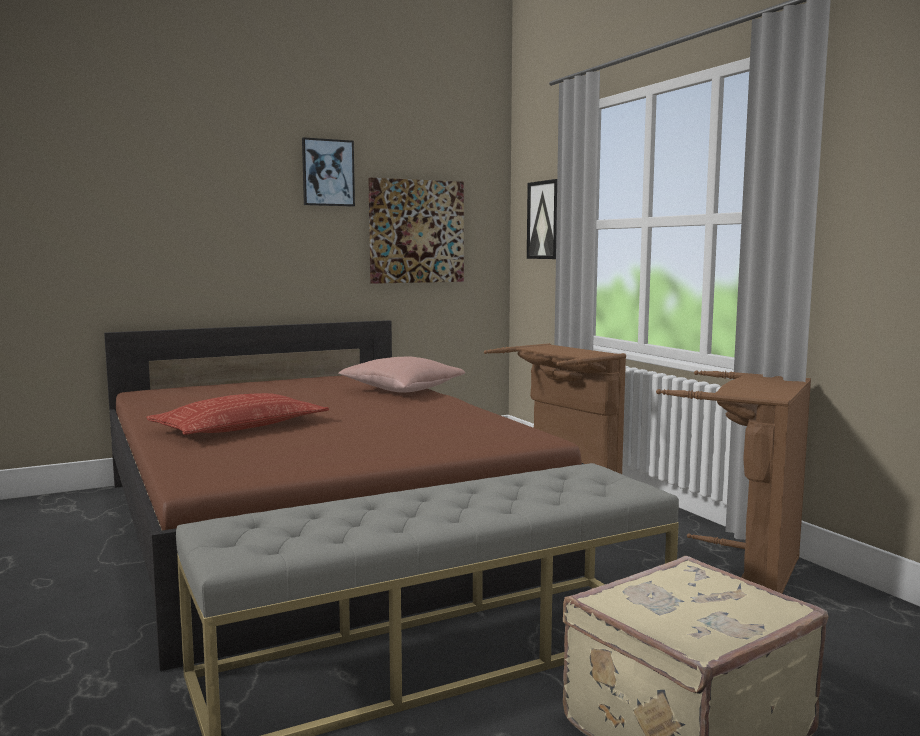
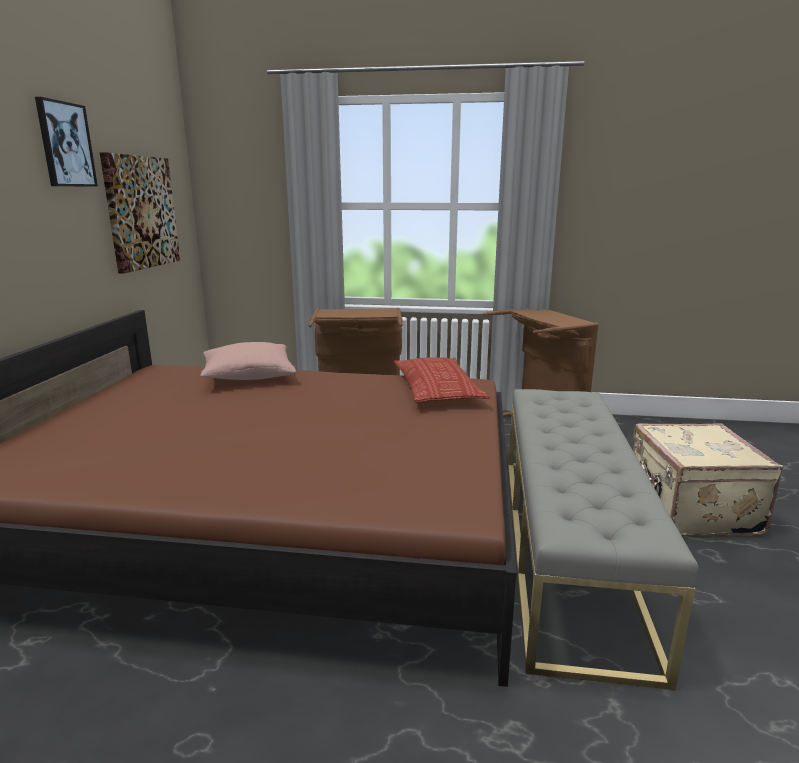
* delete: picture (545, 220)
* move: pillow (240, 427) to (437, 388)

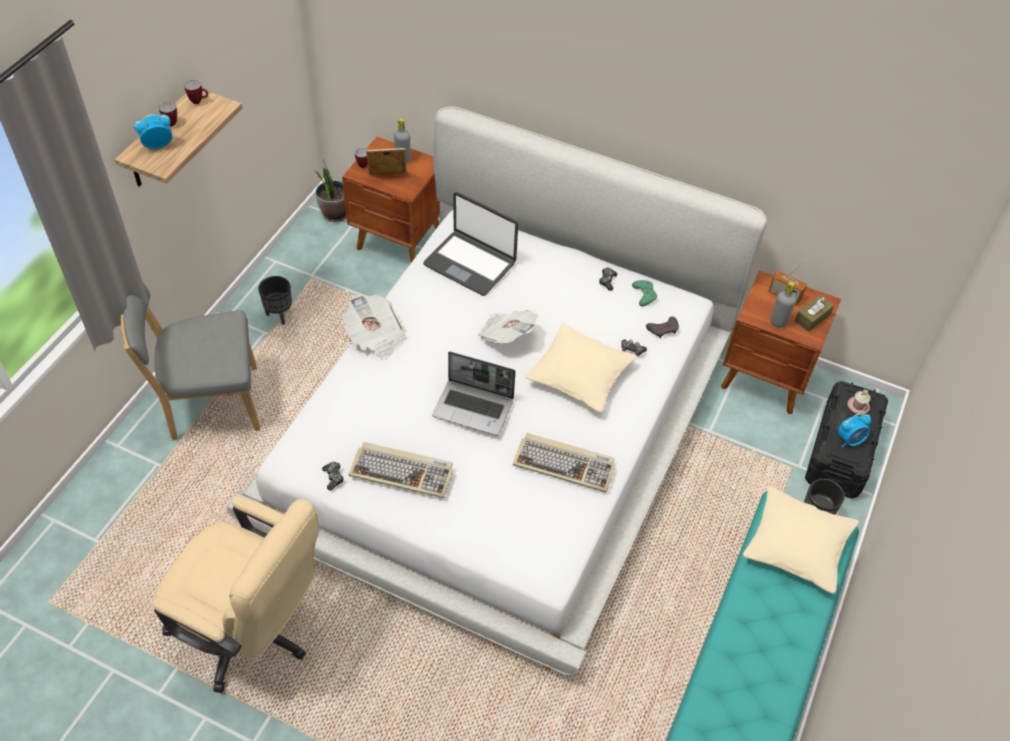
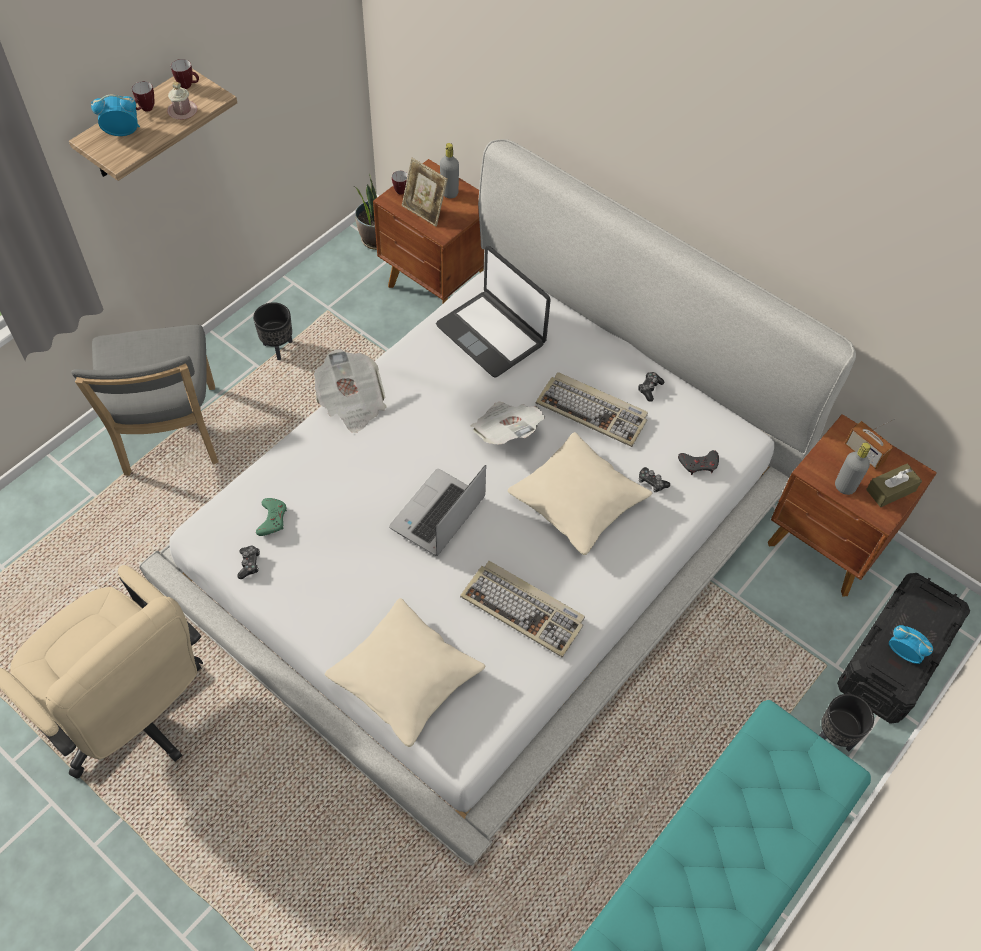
* rotate: picture frame (387, 178) = (424, 211) 150 degrees counterclockwise
* move: game controller (green) (644, 294) to (272, 519)
* rotate: chair (grey) (209, 404) = (170, 436) 105 degrees counterclockwise
* rotate: laptop (474, 408) = (438, 515) 90 degrees clockwise
* move: mug (pink) (858, 406) to (182, 111)
* rotate: alarm clock (850, 440) = (903, 652) 135 degrees counterclockwise
* move: keyboard (403, 471) to (593, 411)
* move: pillow (beige) (797, 546) to (405, 678)

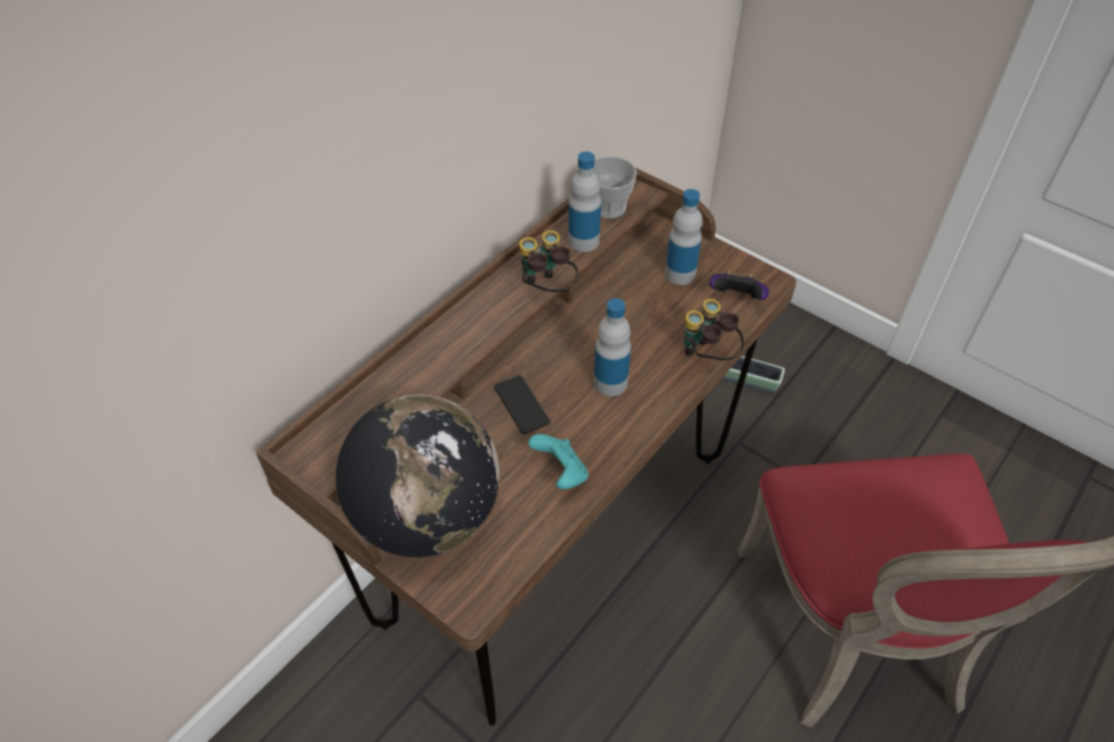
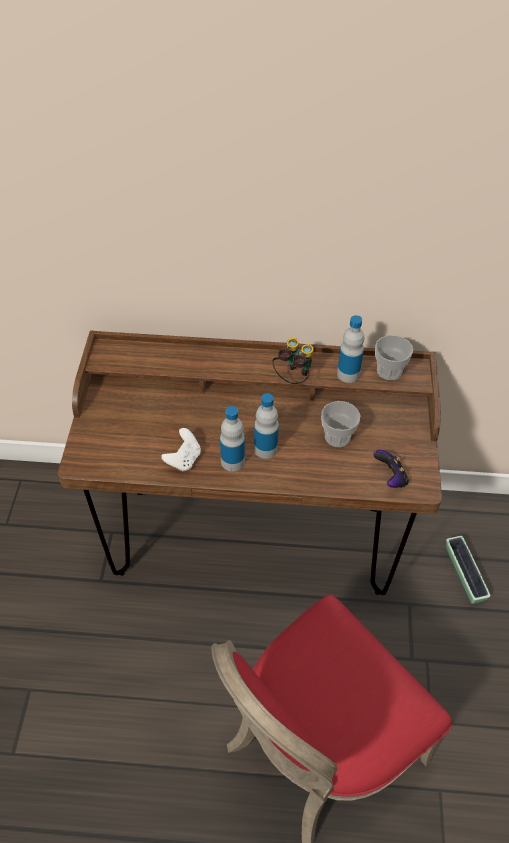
* move: bottle (680, 274) to (232, 461)
* delete: binoculars (707, 357)
* delete: phone (522, 405)
* delete: globe (428, 516)
* recolor: game controller (turquoise) (561, 473) to game controller (white) (184, 459)
* insert: cup (337, 437)

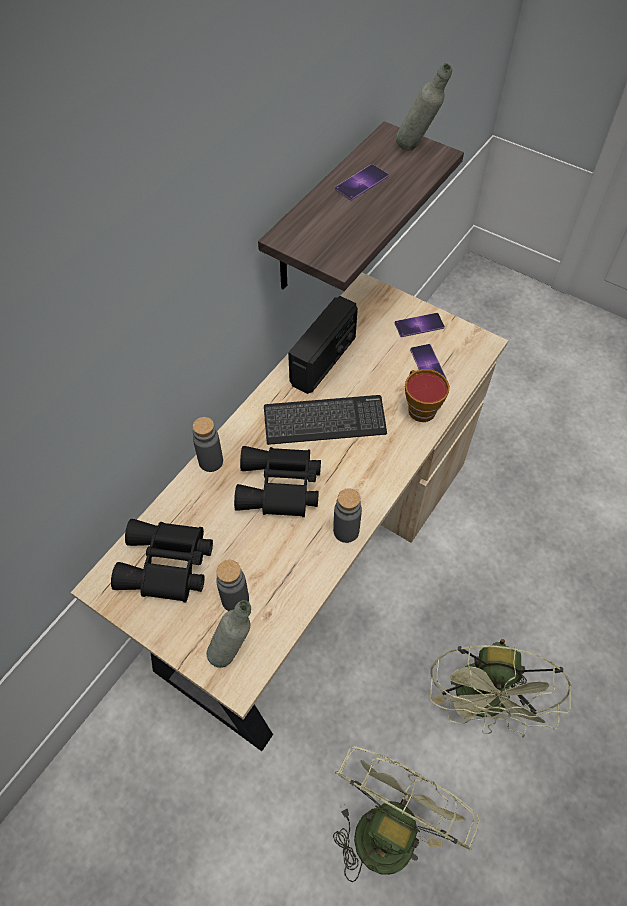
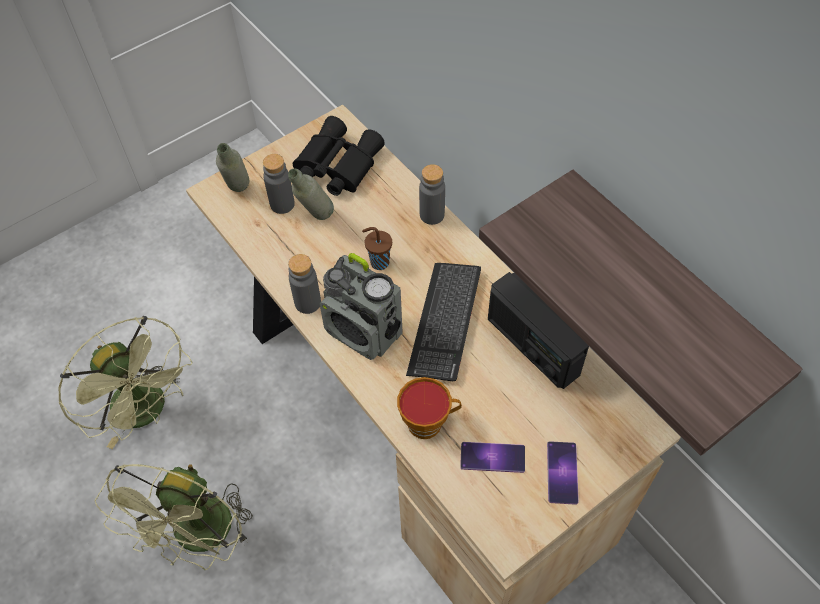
* move: bottle (grey) (417, 149) to (315, 220)
* delete: phone (361, 182)
* replace: binoculars (black) (280, 488) to cup (brown) (378, 262)
* rotate: fan (green) (483, 704) = (199, 538) 105 degrees counterclockwise
* insert: radio (364, 333)

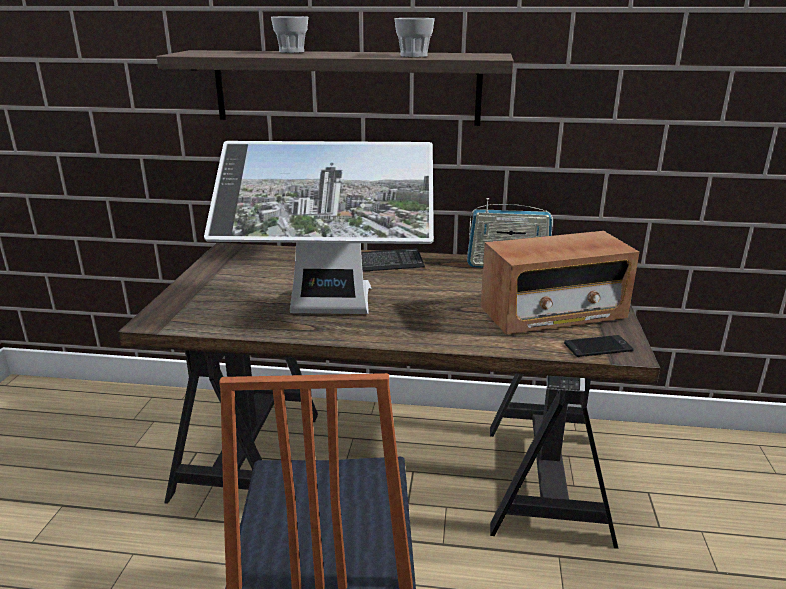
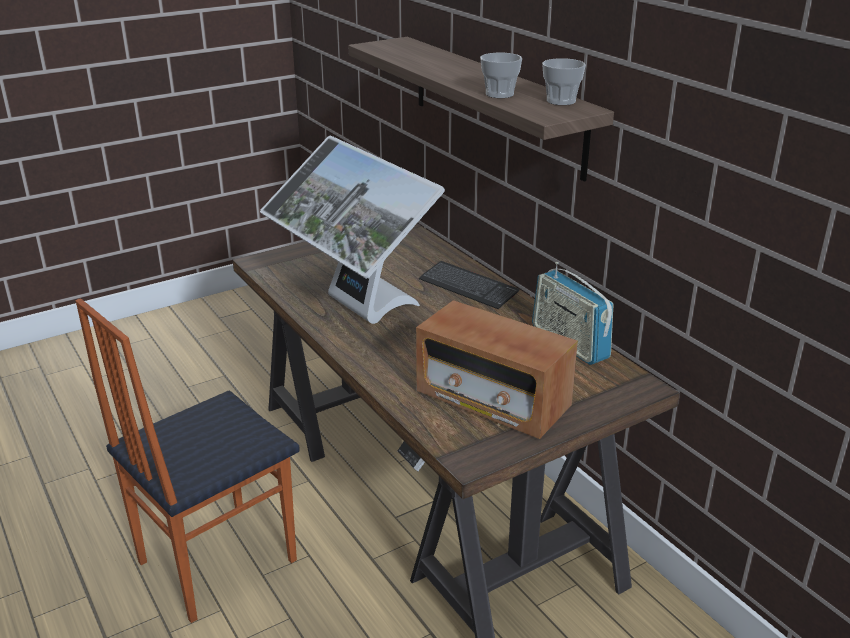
* move: cup (291, 52) to (561, 101)
* delete: phone (598, 347)

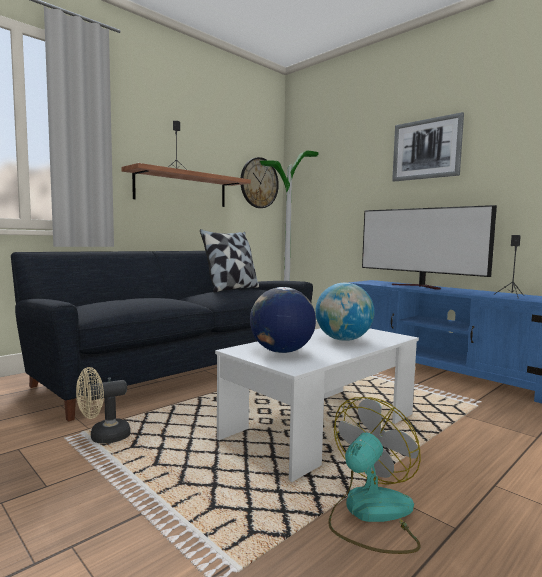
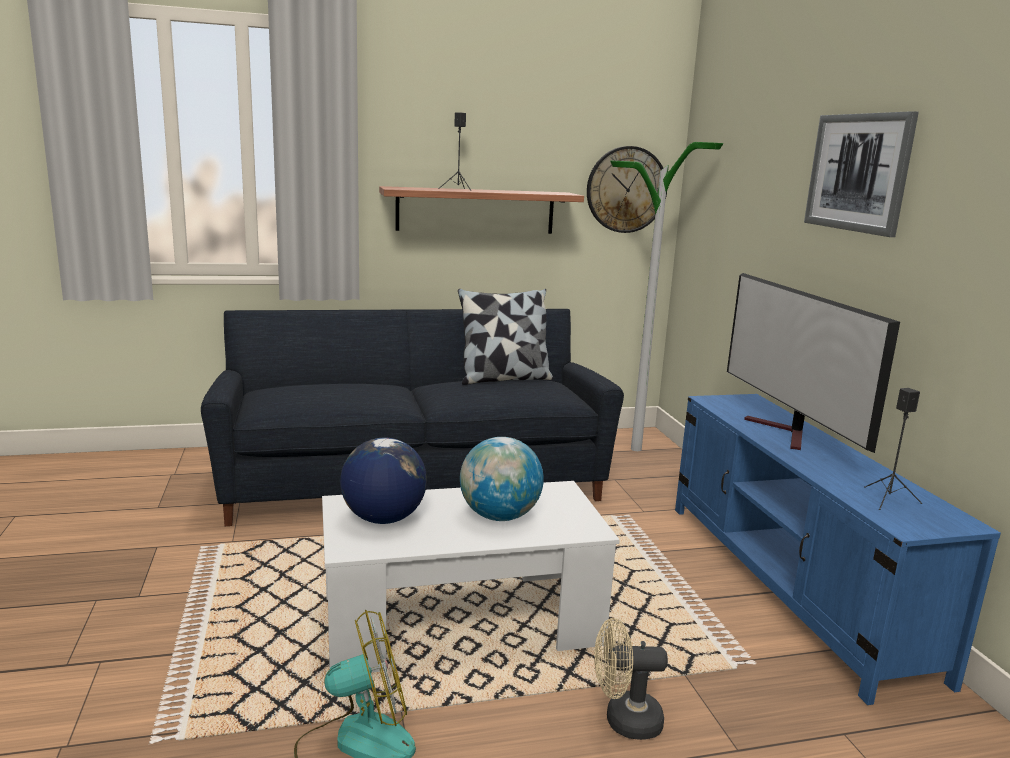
* move: fan (beige) (103, 437) to (624, 720)

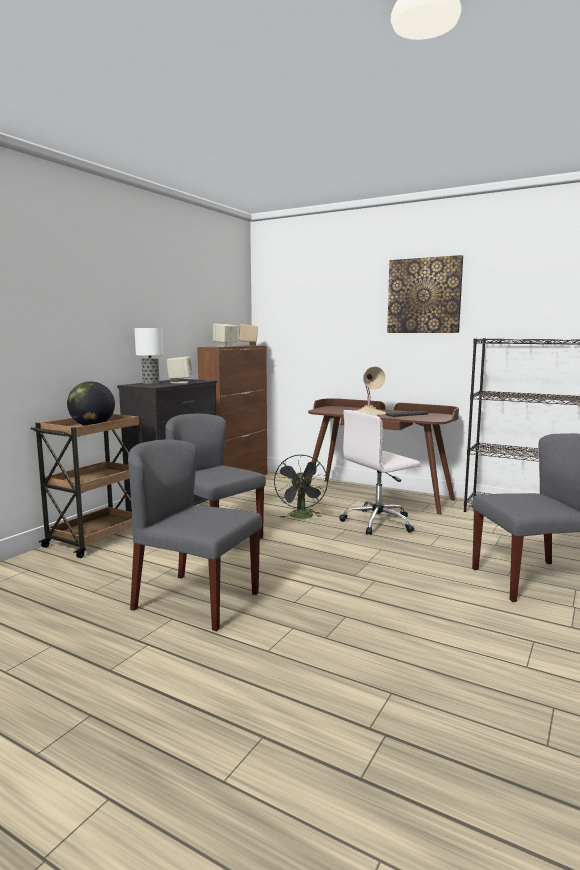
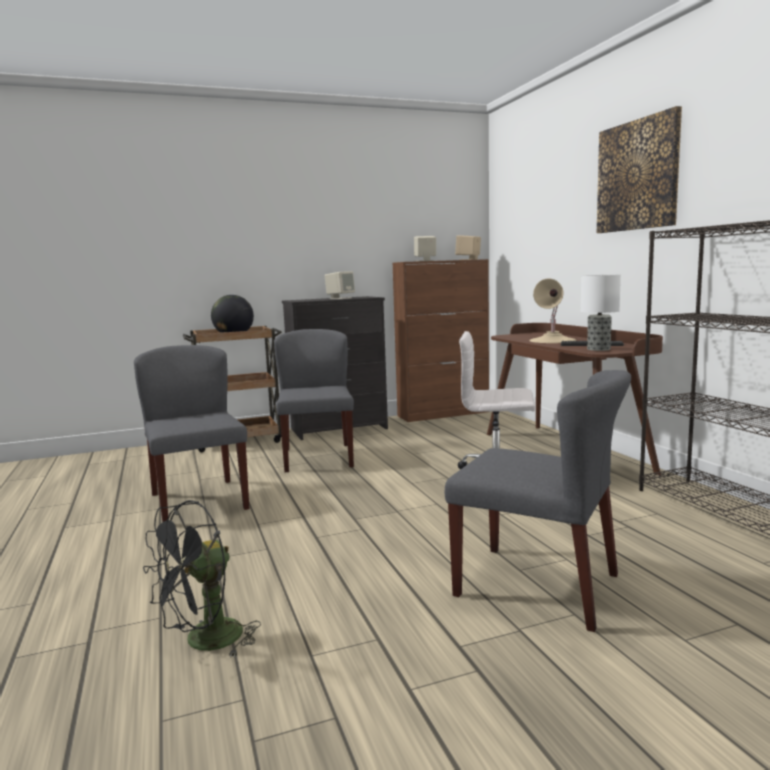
* move: table lamp (151, 383) to (599, 349)
* move: fan (black) (301, 517) to (204, 642)

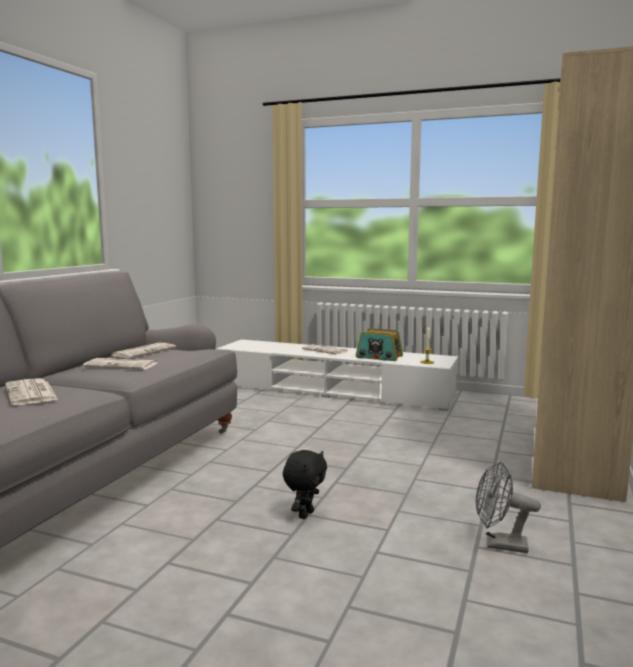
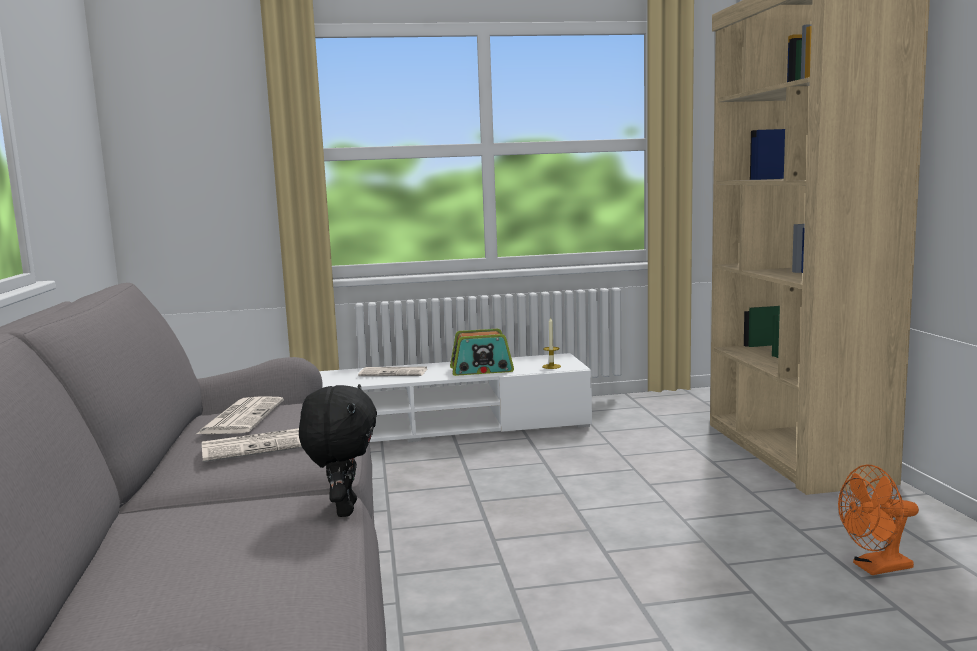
* delete: newspaper (31, 393)
* move: plush toy (black) (305, 514) to (343, 509)
* recolor: fan (grey) (499, 544) to fan (orange) (875, 568)

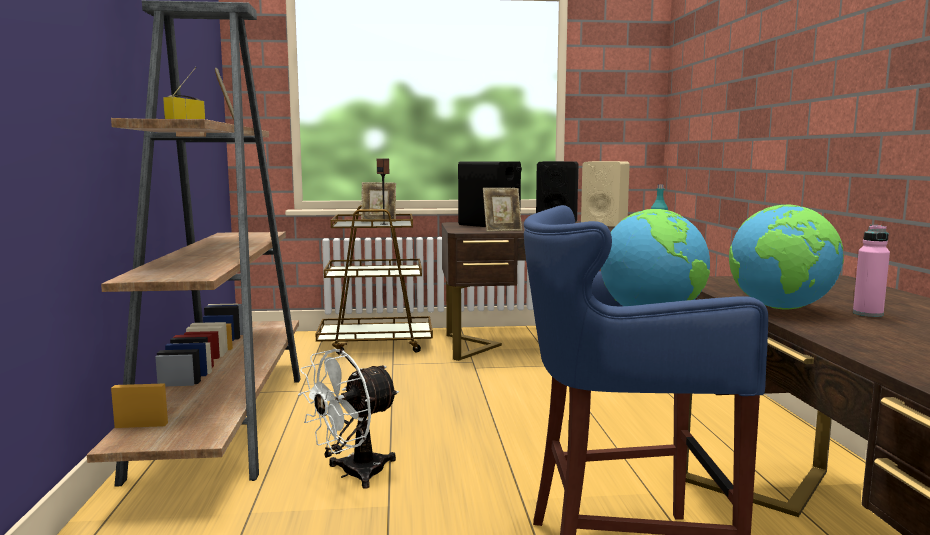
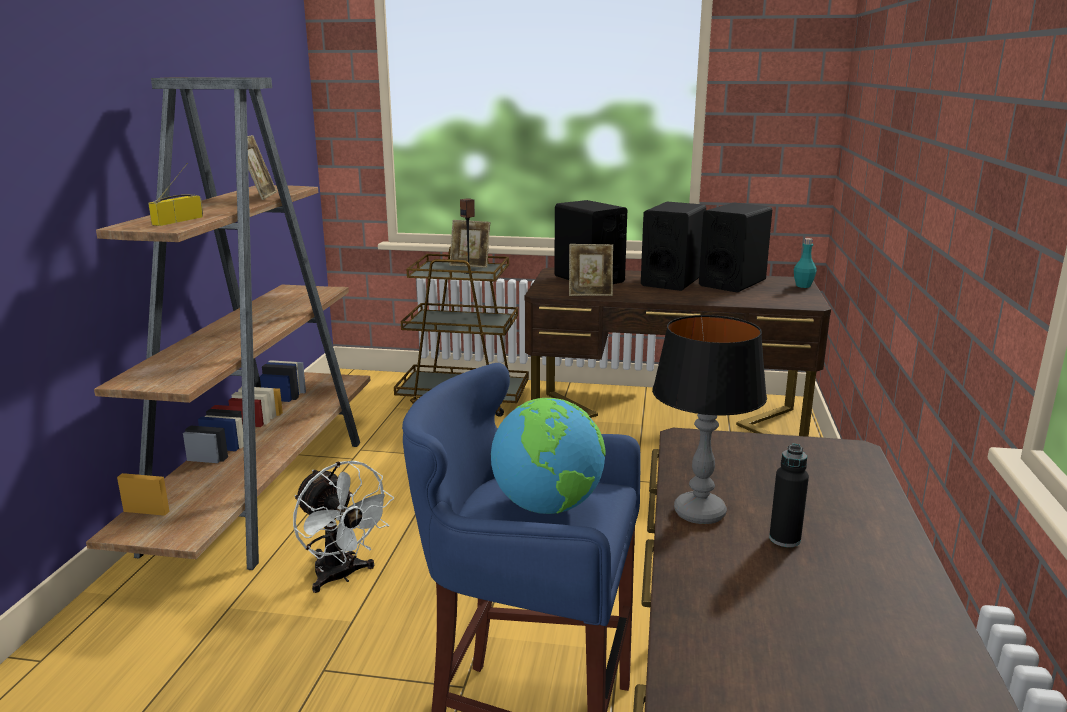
* recolor: speaker (beige) (604, 223) to speaker (black) (732, 283)
* replace: globe (781, 308) to table lamp (699, 513)
* recolor: bottle (pink) (867, 314) to bottle (black) (784, 539)
* rotate: fan (white) (352, 474) = (341, 576) 105 degrees counterclockwise

